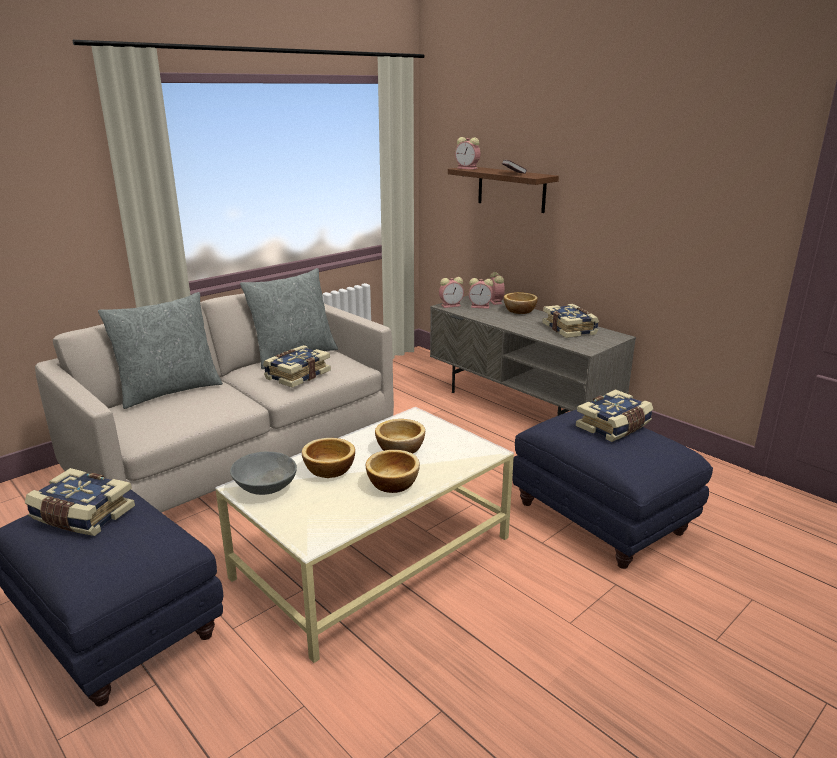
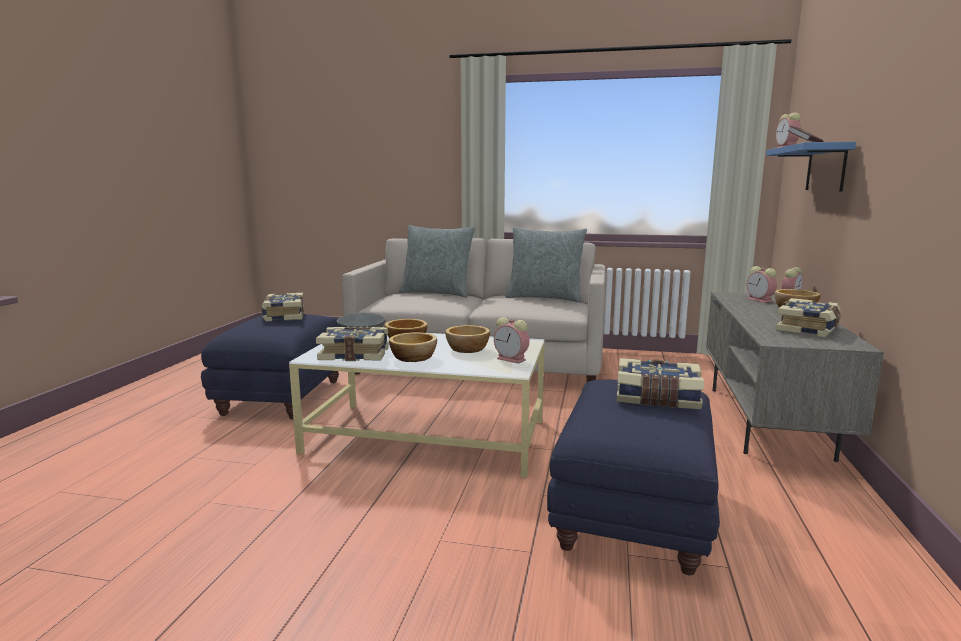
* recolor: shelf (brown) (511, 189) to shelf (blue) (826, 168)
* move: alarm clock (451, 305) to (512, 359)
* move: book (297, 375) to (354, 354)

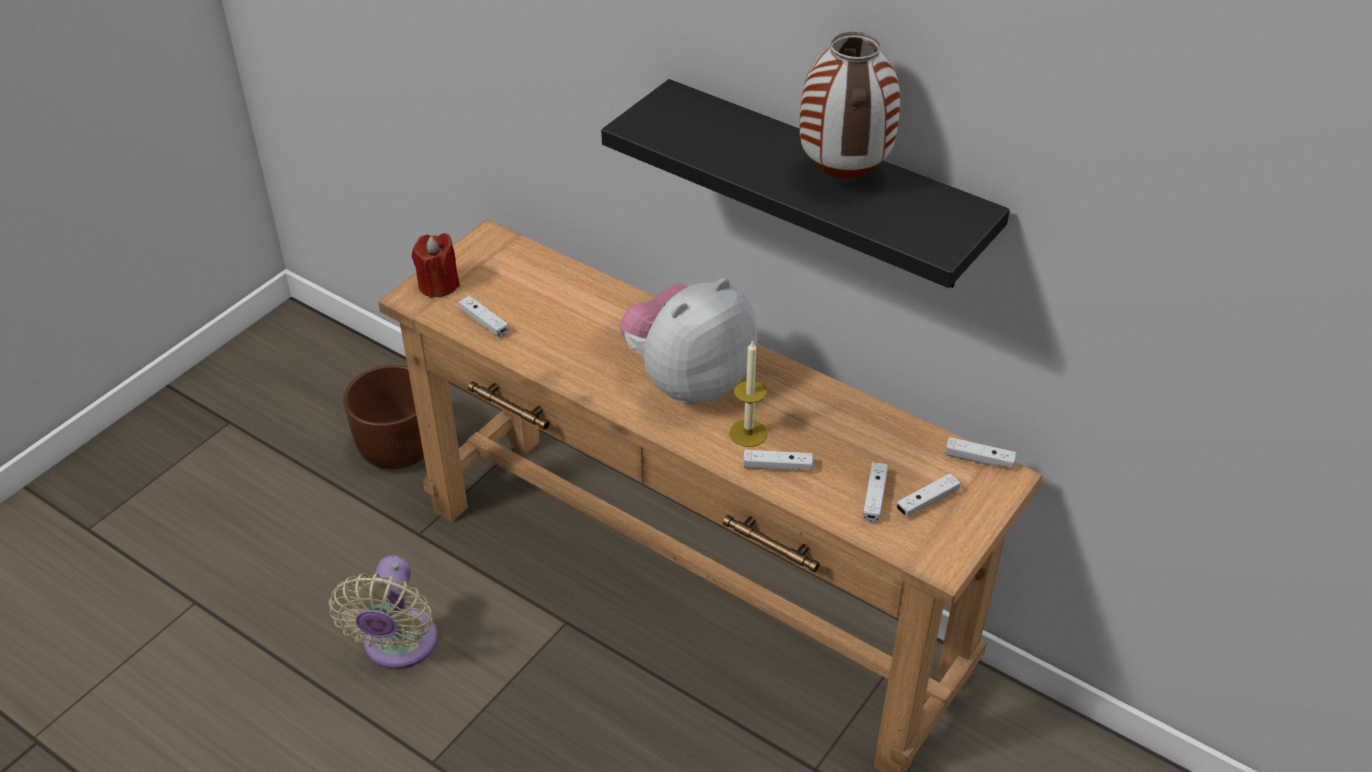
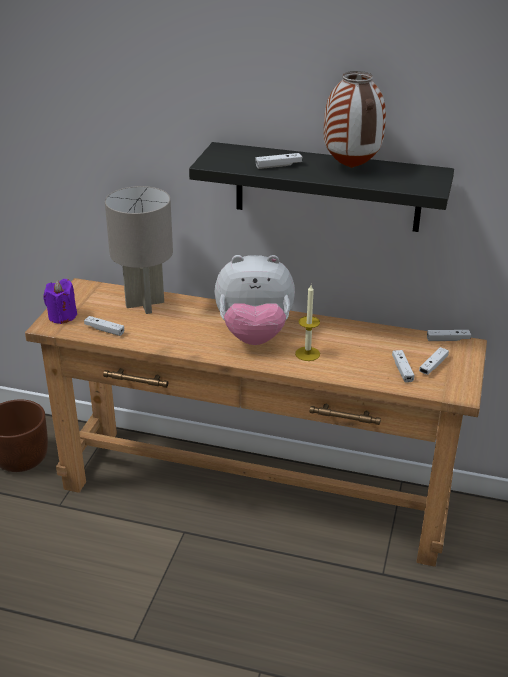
* recolor: candle (red) (438, 285) to candle (purple) (62, 316)
* rotate: plush toy (688, 381) = (254, 335) 120 degrees counterclockwise
* move: game controller (white) (777, 466) to (278, 166)
* delete: fan (beige) (398, 647)
* insert: table lamp (grey) (144, 304)

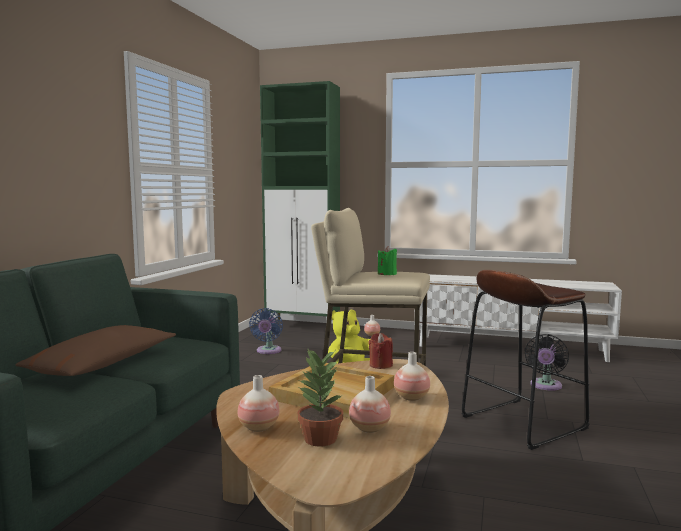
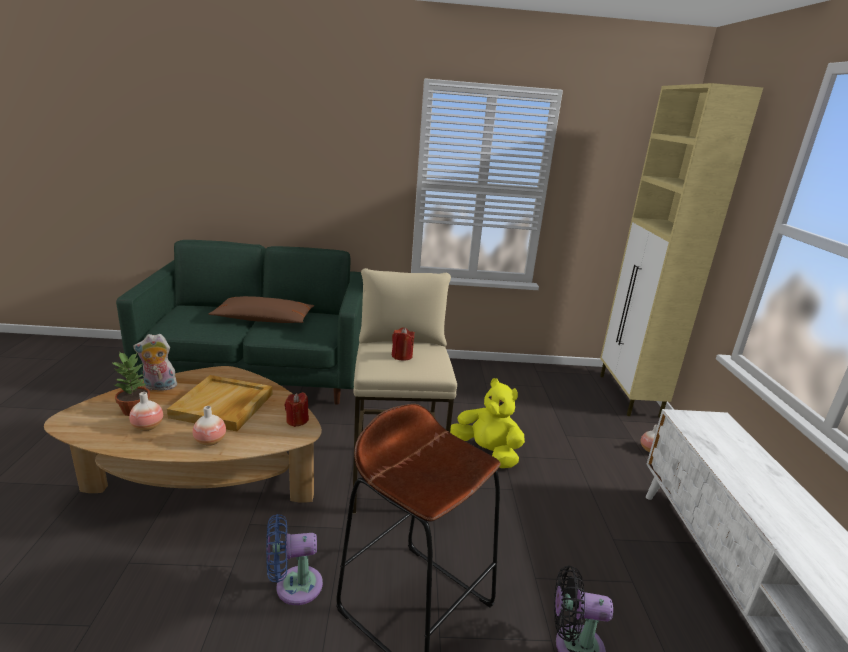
* recolor: cabinet (green) (303, 326) to cabinet (beige) (629, 396)
* recolor: candle (green) (387, 274) to candle (red) (402, 356)
* move: fan (blue) (268, 351) to (293, 586)
* replace: vase (258, 427) to plush toy (159, 387)

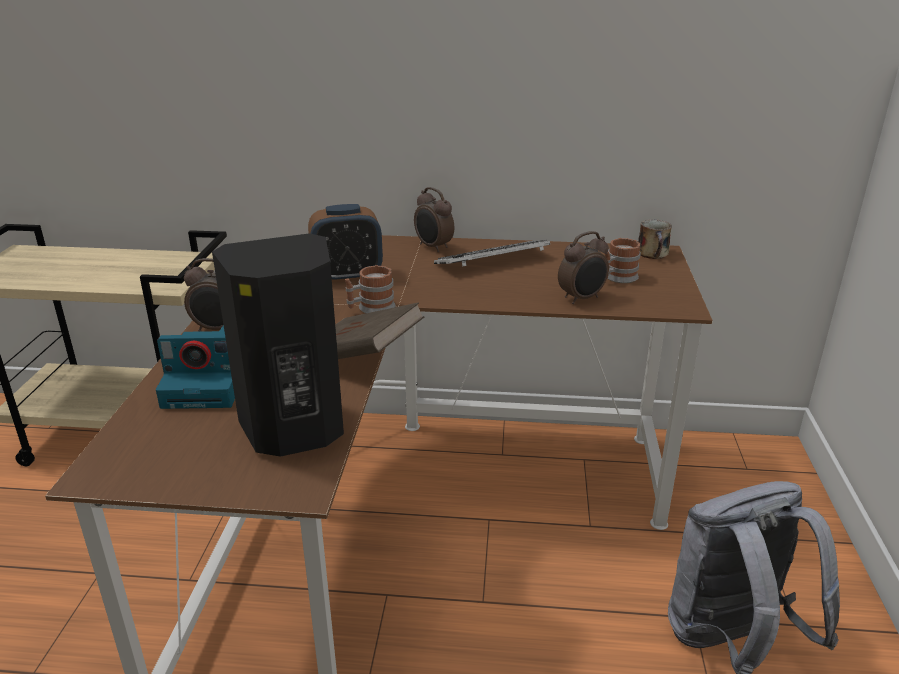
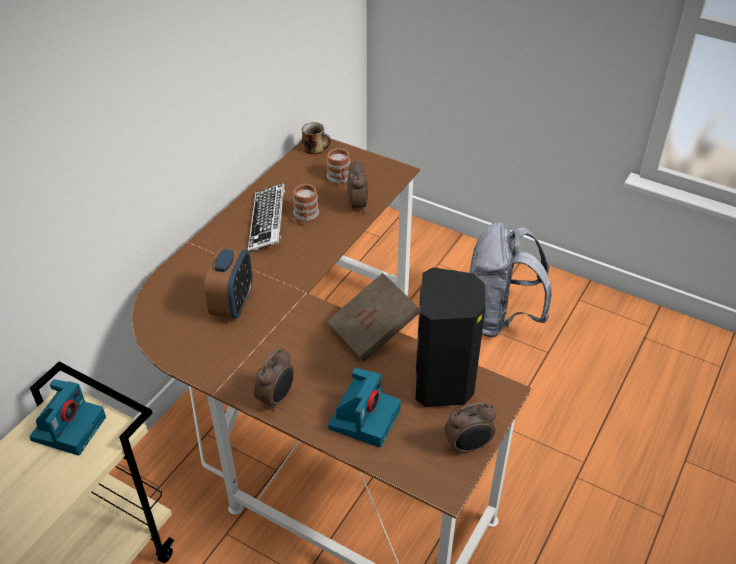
* move: alarm clock (433, 247) to (468, 447)
* move: mug (371, 308) to (306, 215)
* insert: photo camera (69, 427)

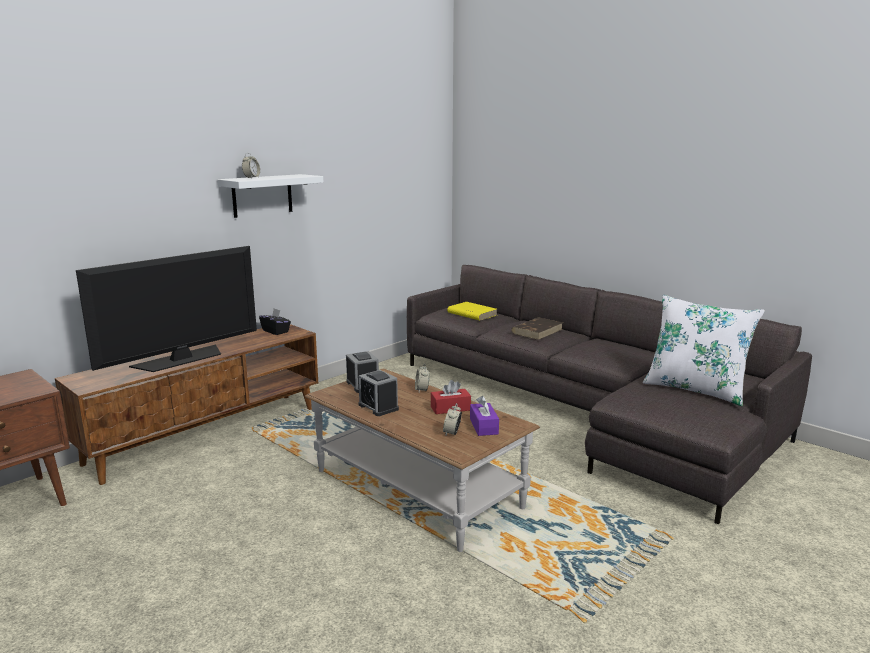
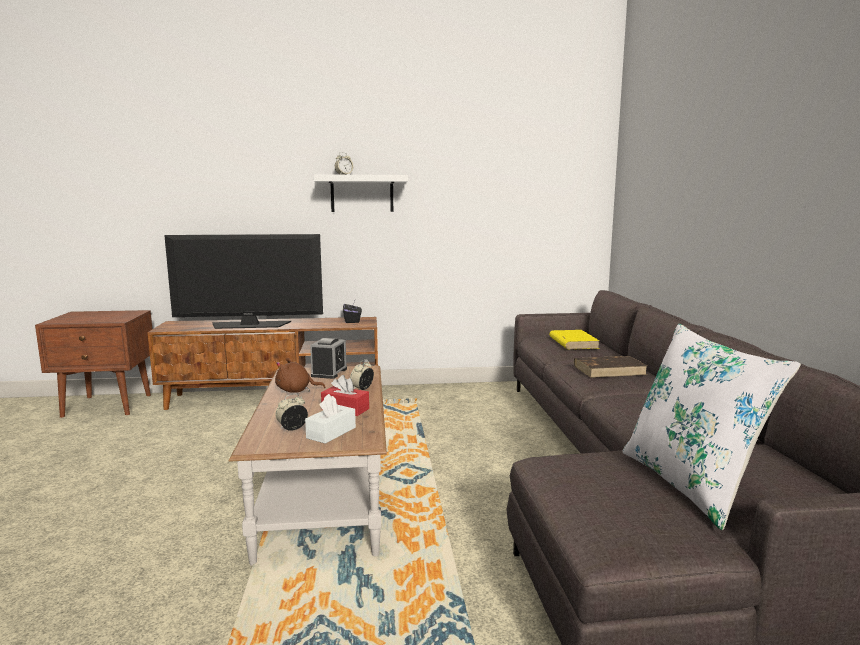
* replace: alarm clock (378, 407) to plush toy (brown) (296, 391)
* recolor: tissue box (purple) (483, 426) to tissue box (white) (331, 433)

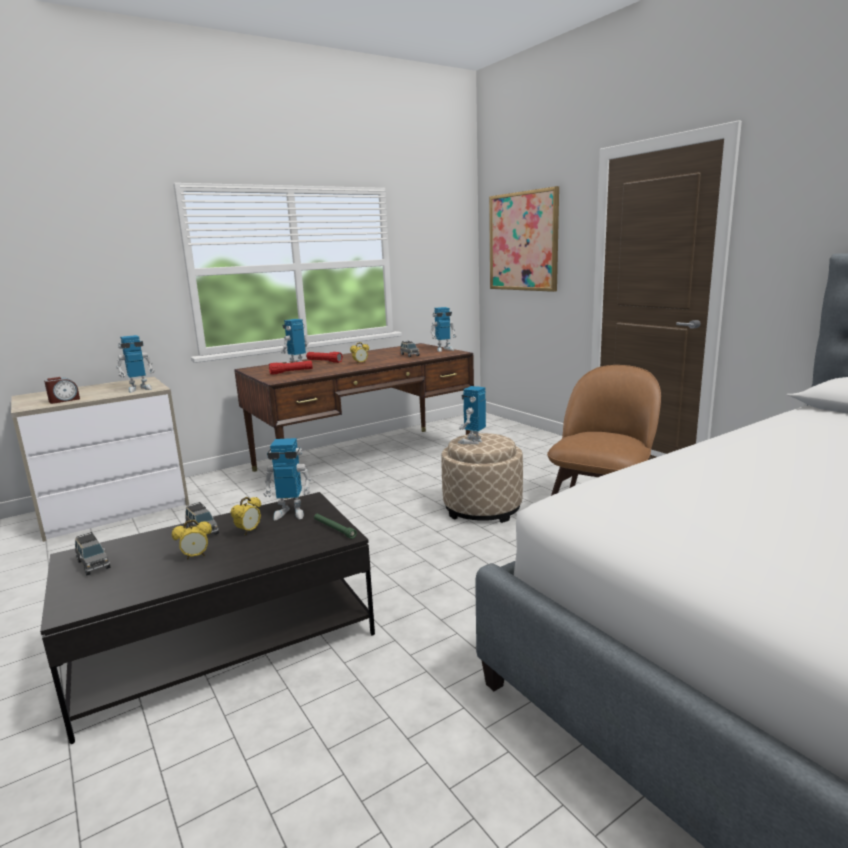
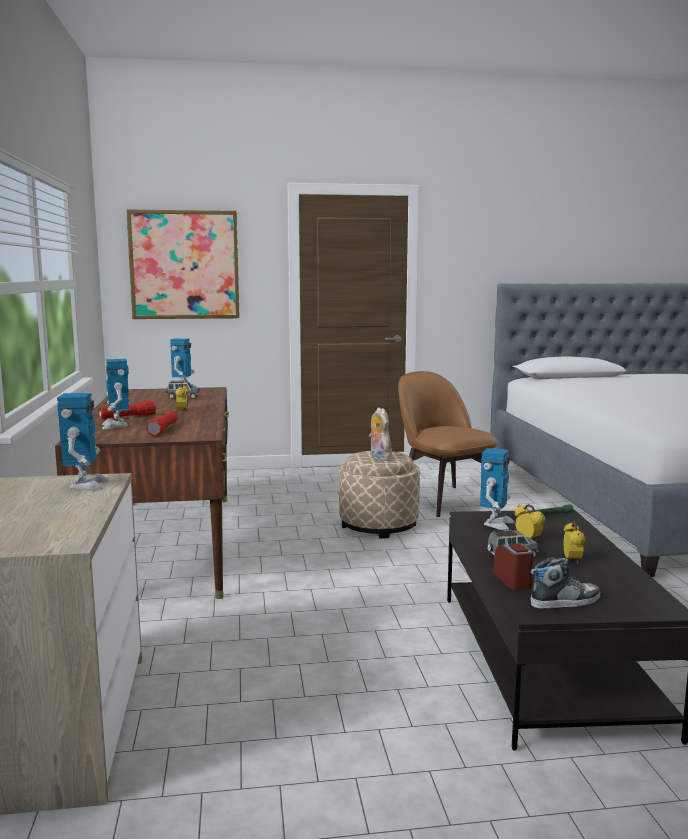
* move: alarm clock (64, 400) to (513, 580)
* replace: toy robot (472, 441) to plush toy (378, 458)
* replace: toy car (grey) (93, 564) to shoe (565, 601)

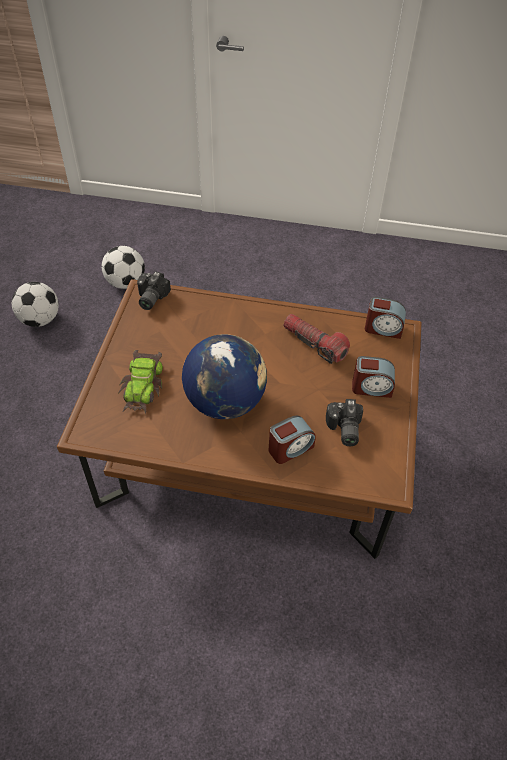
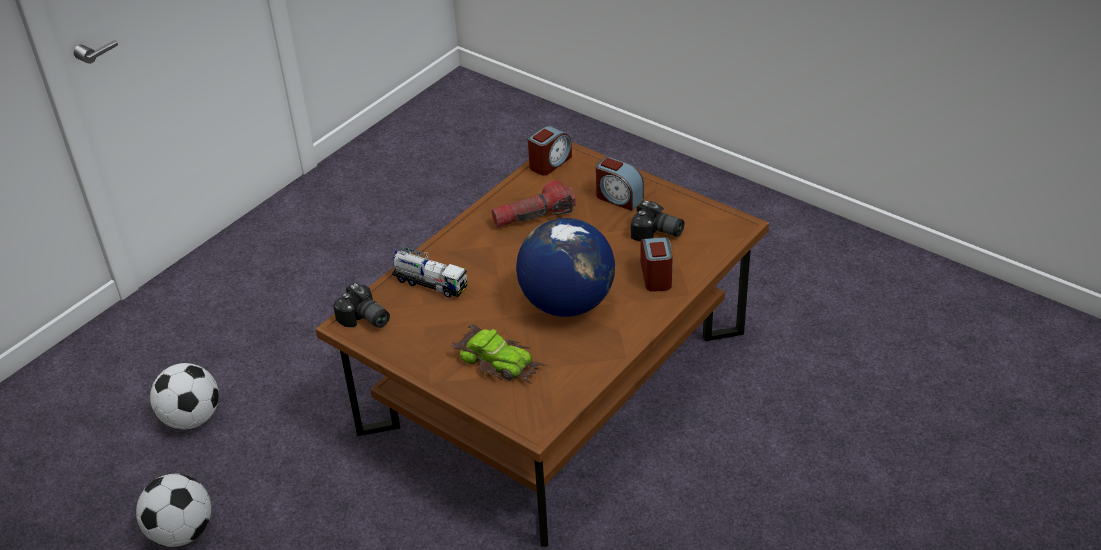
* rotate: alarm clock (371, 387) = (618, 197) 90 degrees clockwise
* insert: toy truck (430, 283)

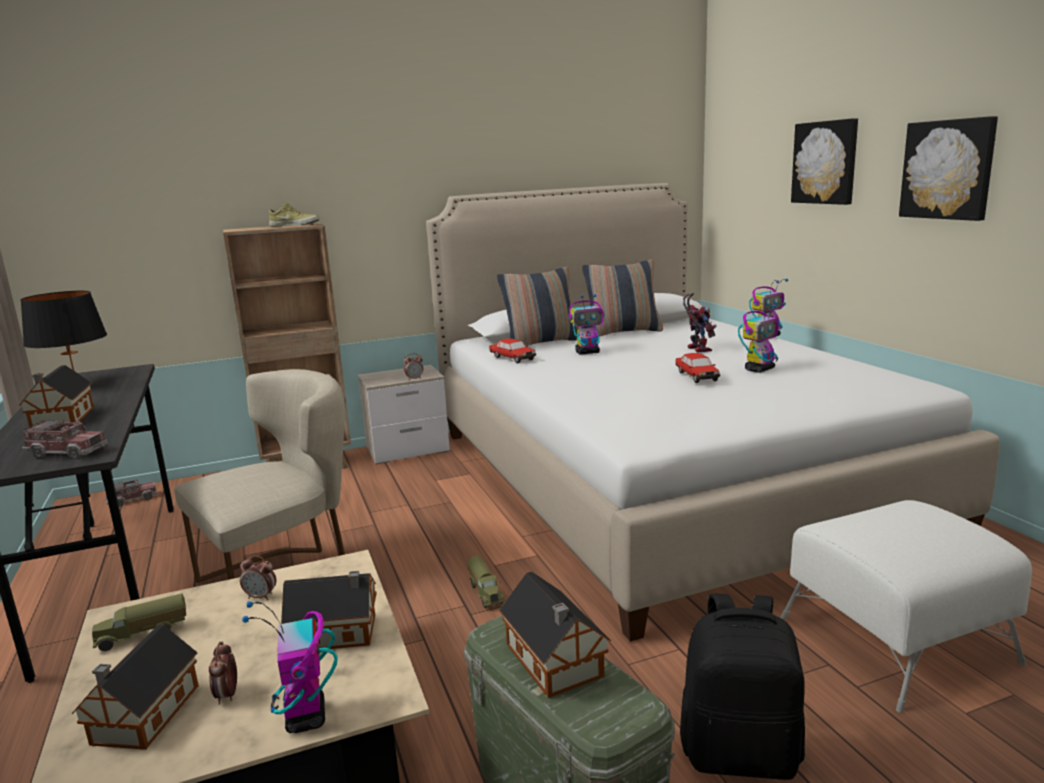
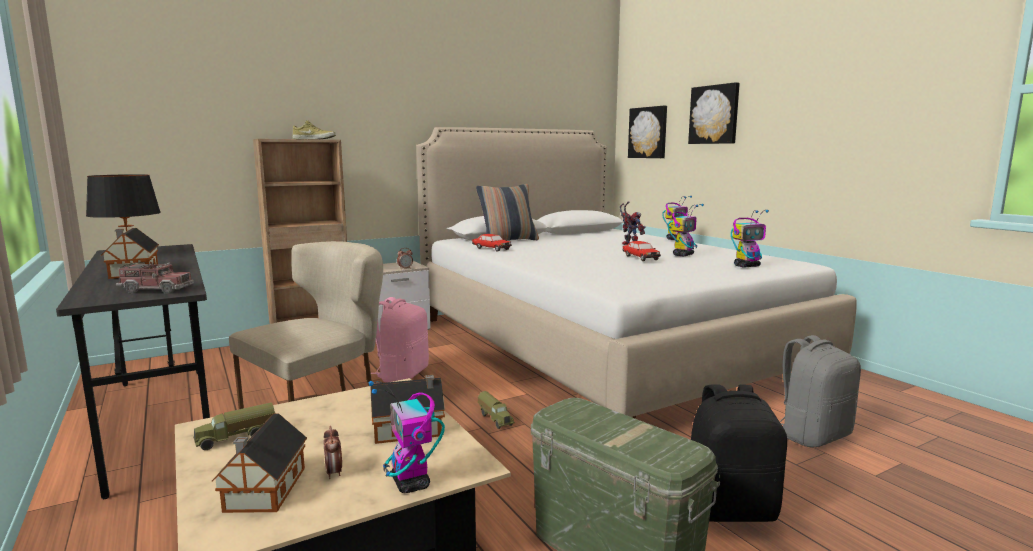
* move: picture (948, 169) to (648, 132)
* delete: pillow (623, 332)
* move: toy robot (588, 352) to (747, 266)
* delete: toy truck (132, 499)
* replace: ottoman (white) (897, 640) to backpack (grey) (812, 435)
* delete: alarm clock (261, 597)
* delete: toy house (555, 663)
* insert: backpack (pink) (401, 375)

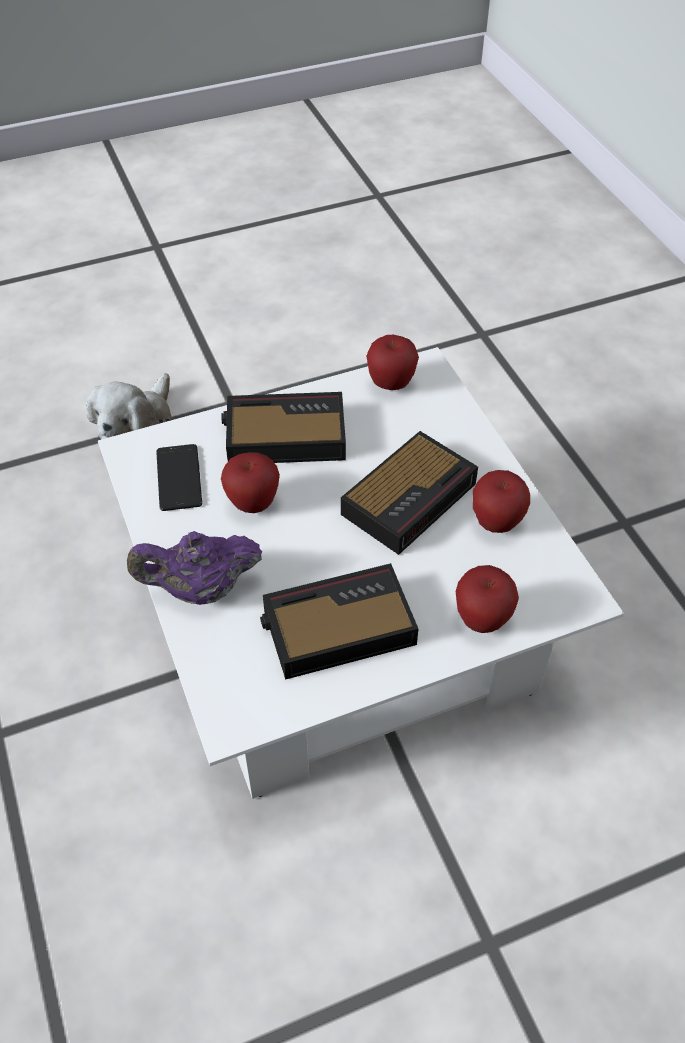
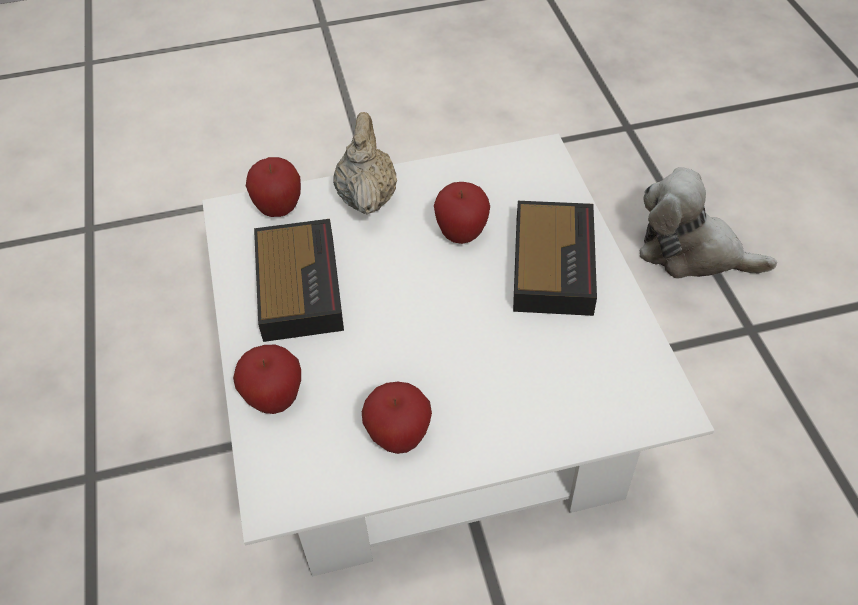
* move: apple (391, 384) to (279, 209)
* delete: alarm clock (411, 497)
* delete: phone (179, 478)
* recolor: teapot (purple) (200, 589) to teapot (beige) (367, 197)

